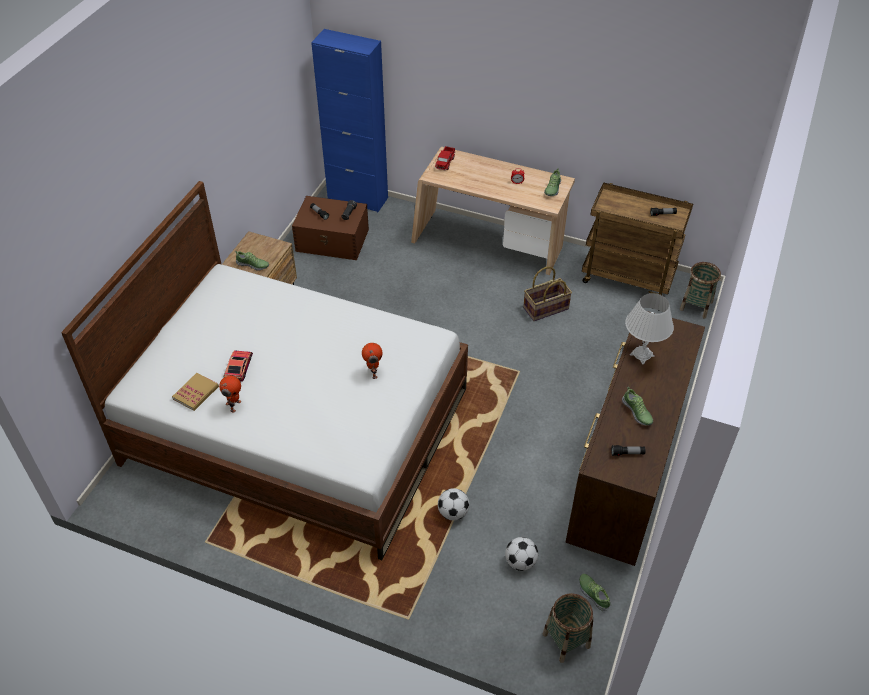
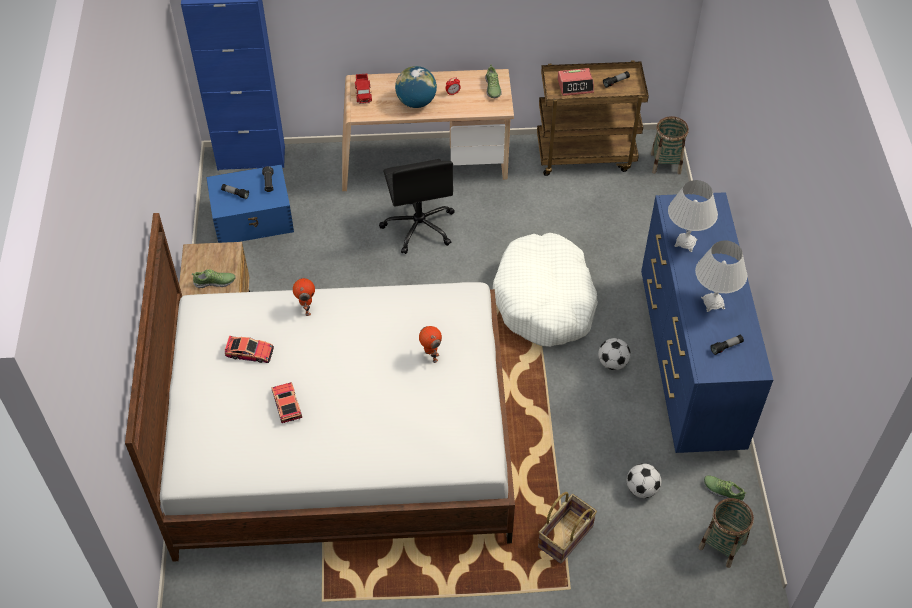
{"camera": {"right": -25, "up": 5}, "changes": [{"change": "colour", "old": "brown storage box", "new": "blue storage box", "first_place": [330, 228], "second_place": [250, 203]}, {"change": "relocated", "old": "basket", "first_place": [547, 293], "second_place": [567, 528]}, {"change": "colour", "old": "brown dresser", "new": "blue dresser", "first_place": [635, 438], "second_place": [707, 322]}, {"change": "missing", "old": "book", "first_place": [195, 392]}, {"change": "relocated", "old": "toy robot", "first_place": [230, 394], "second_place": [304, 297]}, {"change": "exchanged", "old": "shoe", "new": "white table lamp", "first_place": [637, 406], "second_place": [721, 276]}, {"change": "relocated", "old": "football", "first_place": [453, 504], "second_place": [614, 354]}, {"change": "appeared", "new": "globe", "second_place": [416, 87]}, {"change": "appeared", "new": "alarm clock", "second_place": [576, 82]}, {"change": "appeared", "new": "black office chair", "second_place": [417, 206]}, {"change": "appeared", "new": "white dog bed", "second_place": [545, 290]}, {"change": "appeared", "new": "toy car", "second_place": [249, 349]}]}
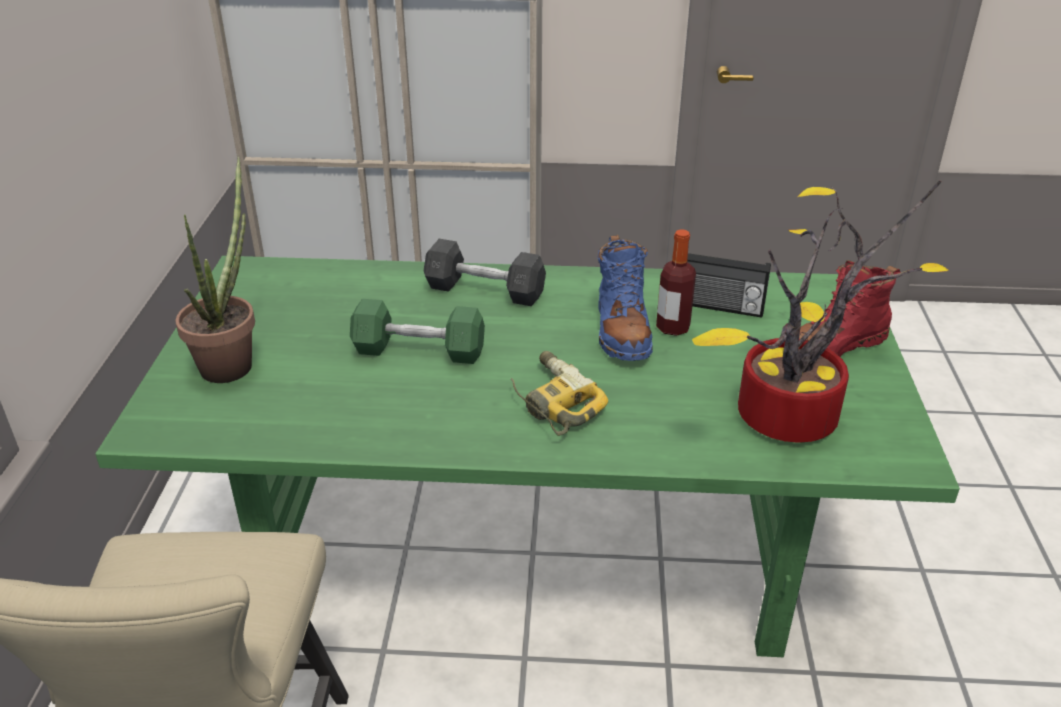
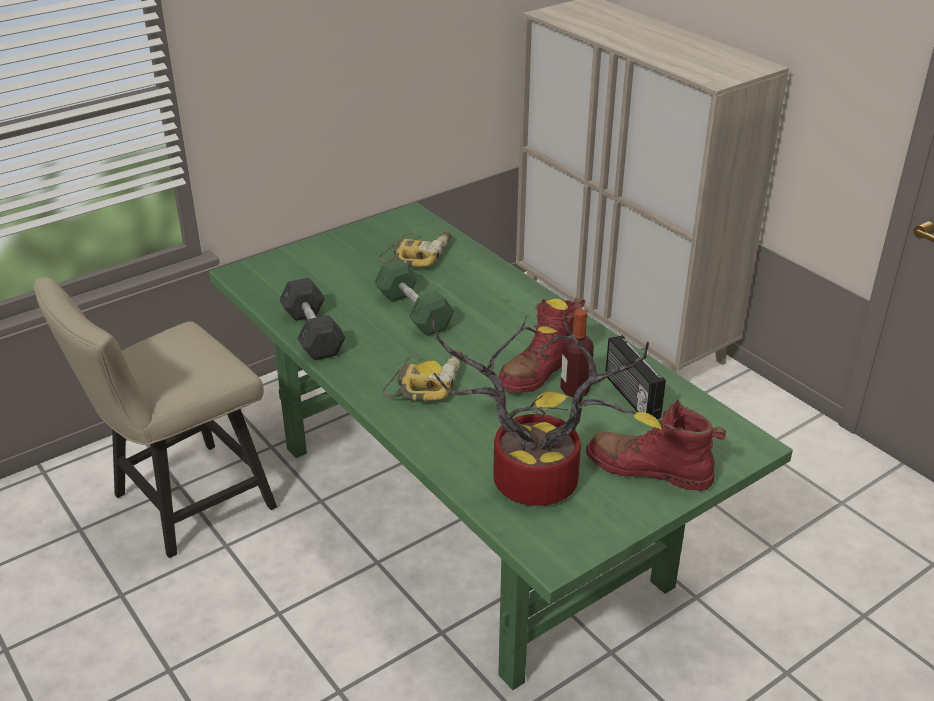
{"camera": {"right": 50, "up": 0}, "changes": [{"change": "missing", "old": "potted plant", "first_place": [215, 270]}, {"change": "colour", "old": "blue boot", "new": "red boot", "first_place": [625, 297], "second_place": [541, 345]}, {"change": "relocated", "old": "grey dumbbell", "first_place": [485, 272], "second_place": [312, 319]}, {"change": "appeared", "new": "power drill", "second_place": [415, 249]}]}
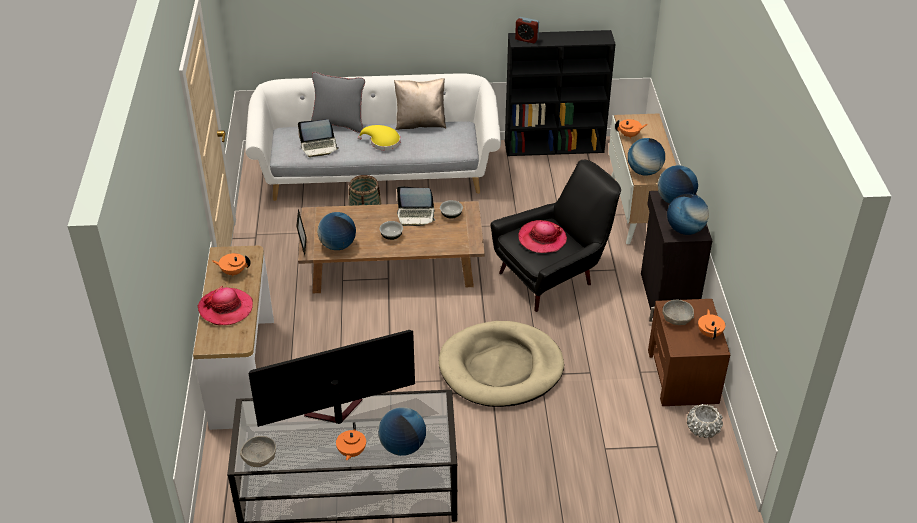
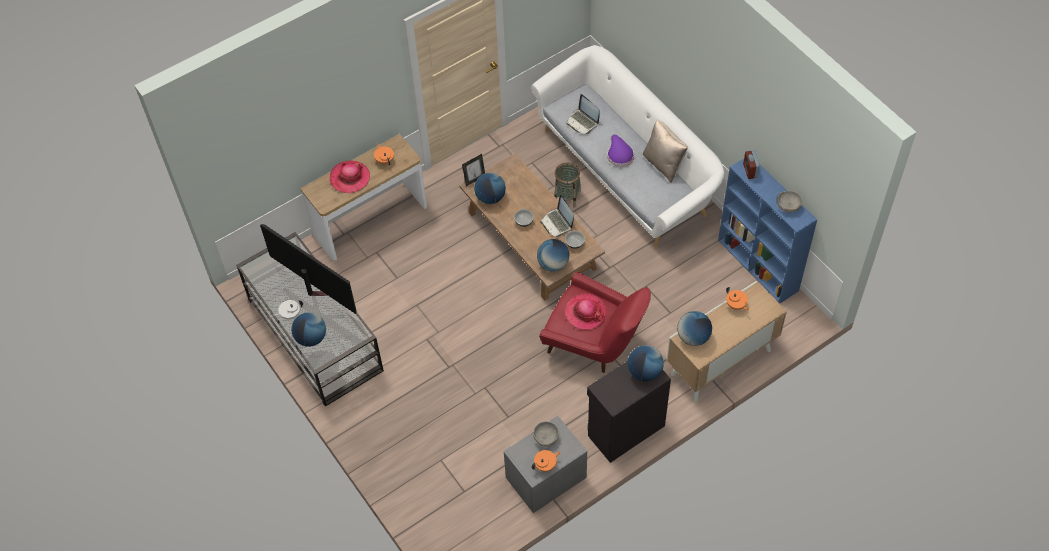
{"camera": {"right": 60, "up": 15}, "changes": [{"change": "colour", "old": "black bookcase", "new": "blue bookcase", "first_place": [560, 93], "second_place": [767, 230]}, {"change": "missing", "old": "grey pillow", "first_place": [338, 102]}, {"change": "colour", "old": "yellow hat", "new": "purple hat", "first_place": [379, 137], "second_place": [620, 151]}, {"change": "colour", "old": "black armchair", "new": "red armchair", "first_place": [555, 236], "second_place": [595, 322]}, {"change": "relocated", "old": "globe", "first_place": [688, 214], "second_place": [553, 255]}, {"change": "colour", "old": "brown nightstand", "new": "grey nightstand", "first_place": [689, 352], "second_place": [545, 464]}, {"change": "missing", "old": "beige dog bed", "first_place": [501, 364]}, {"change": "missing", "old": "white planter", "first_place": [705, 421]}, {"change": "colour", "old": "orange teapot", "new": "white teapot", "first_place": [351, 441], "second_place": [288, 310]}, {"change": "relocated", "old": "grey bowl", "first_place": [258, 451], "second_place": [790, 201]}]}
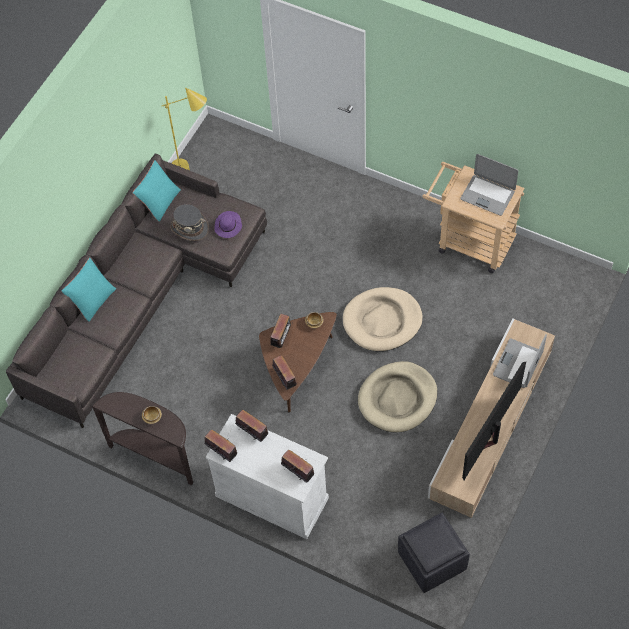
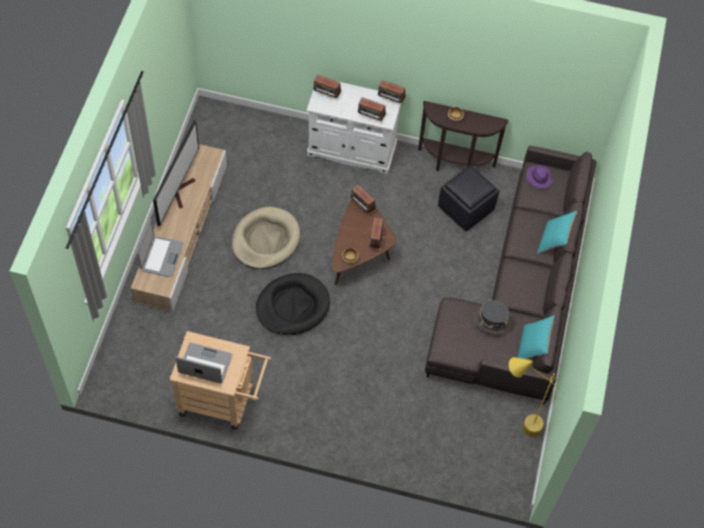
{"camera": {"right": 160, "up": 0}, "changes": [{"change": "relocated", "old": "purple hat", "first_place": [228, 224], "second_place": [539, 177]}, {"change": "colour", "old": "beige dog bed", "new": "black dog bed", "first_place": [383, 319], "second_place": [293, 304]}, {"change": "relocated", "old": "black ottoman", "first_place": [434, 552], "second_place": [468, 198]}]}
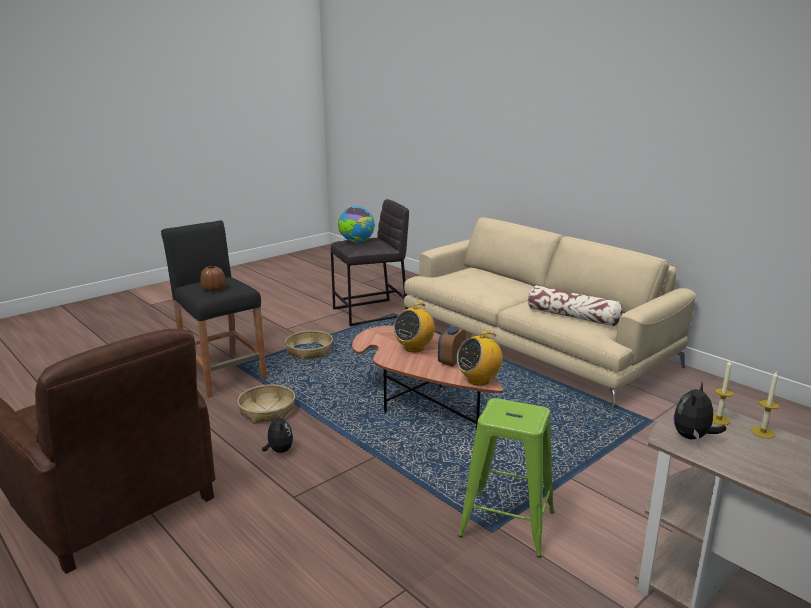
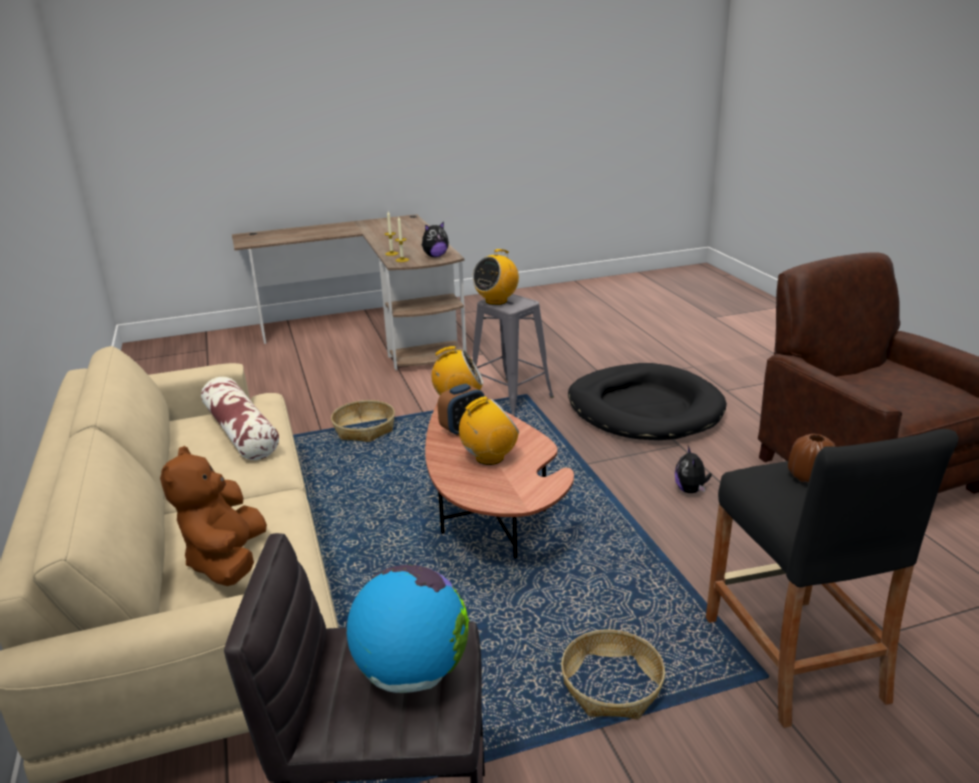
{"camera": {"right": -155, "up": 5}, "changes": [{"change": "relocated", "old": "basket", "first_place": [266, 404], "second_place": [363, 421]}, {"change": "colour", "old": "green stool", "new": "grey stool", "first_place": [506, 478], "second_place": [513, 355]}, {"change": "appeared", "new": "radio", "second_place": [495, 277]}, {"change": "appeared", "new": "black dog bed", "second_place": [647, 401]}, {"change": "appeared", "new": "brown plush toy", "second_place": [213, 516]}]}
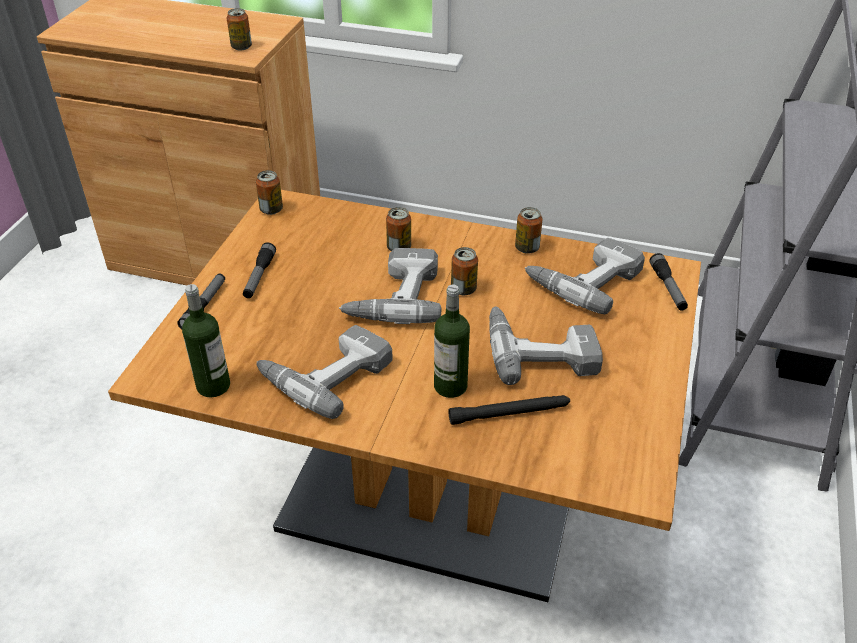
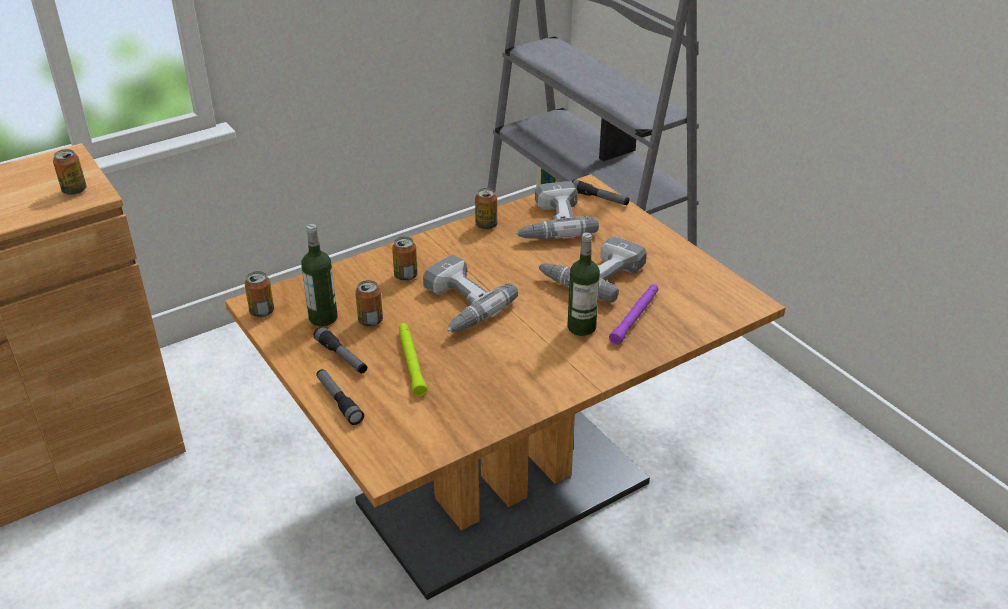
{"camera": {"right": -50, "up": -5}, "changes": [{"change": "relocated", "old": "can", "first_place": [464, 271], "second_place": [369, 303]}, {"change": "relocated", "old": "bottle", "first_place": [206, 341], "second_place": [319, 275]}, {"change": "missing", "old": "power drill", "first_place": [324, 372]}, {"change": "colour", "old": "black flashlight", "new": "purple flashlight", "first_place": [509, 410], "second_place": [633, 314]}, {"change": "appeared", "new": "green flashlight", "second_place": [413, 359]}]}
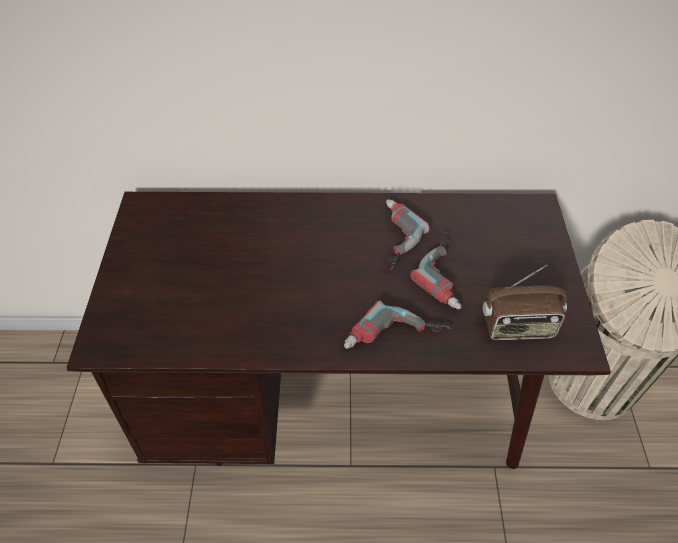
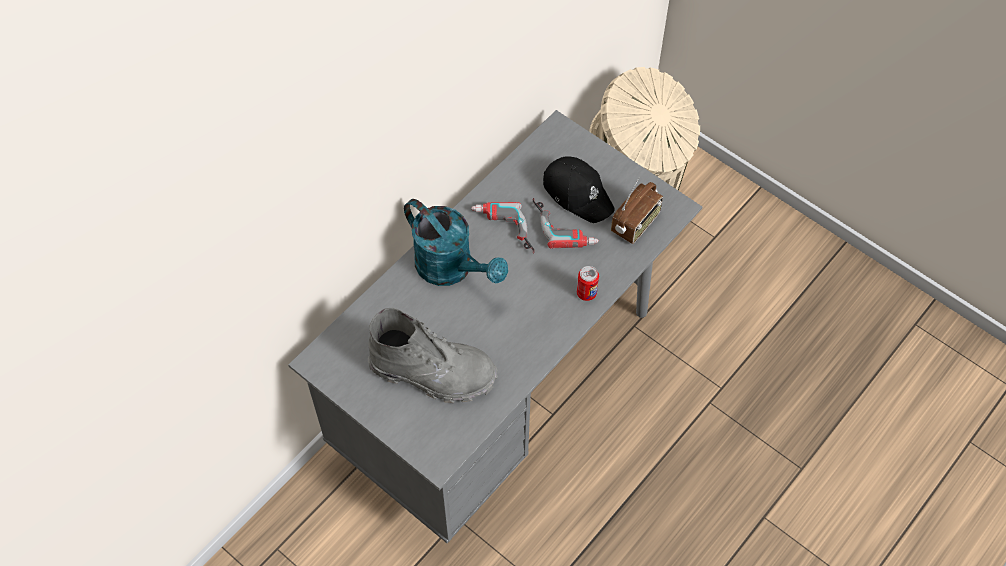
{"camera": {"right": -50, "up": 10}, "changes": [{"change": "colour", "old": "brown desk", "new": "grey desk", "first_place": [338, 330], "second_place": [495, 326]}, {"change": "exchanged", "old": "power drill", "new": "can", "first_place": [397, 324], "second_place": [588, 283]}, {"change": "appeared", "new": "black cap", "second_place": [579, 189]}, {"change": "appeared", "new": "turquoise watering can", "second_place": [456, 242]}, {"change": "appeared", "new": "grey boot", "second_place": [432, 355]}]}
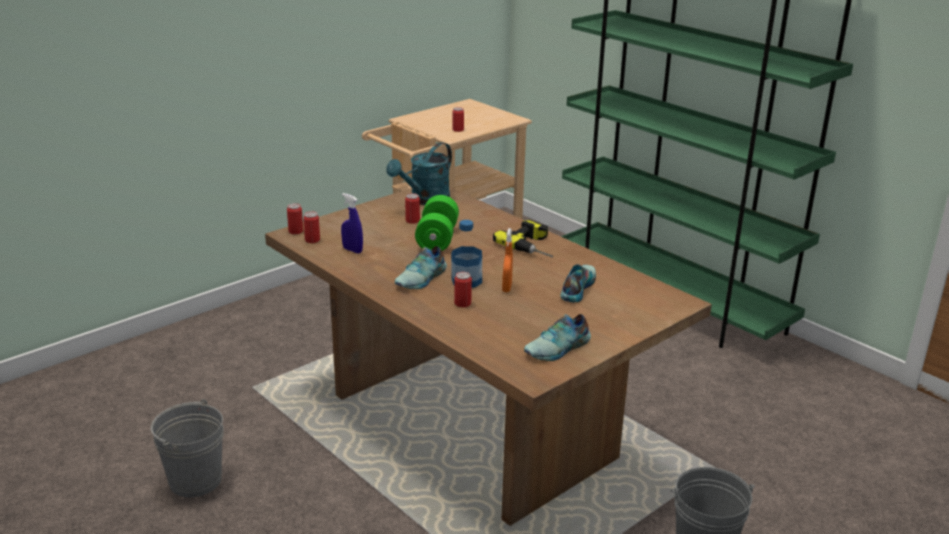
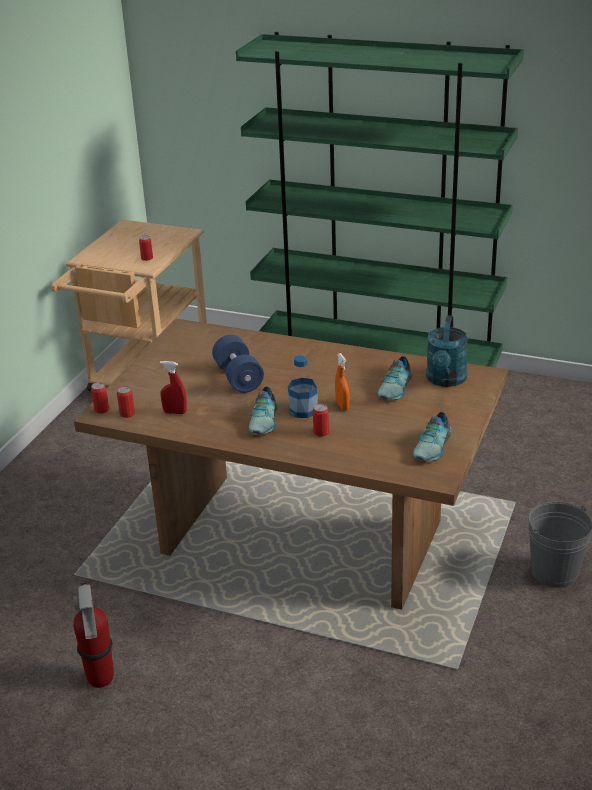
{"camera": {"right": -25, "up": 5}, "changes": [{"change": "relocated", "old": "turquoise watering can", "first_place": [419, 173], "second_place": [447, 351]}, {"change": "colour", "old": "blue spray bottle", "new": "red spray bottle", "first_place": [352, 223], "second_place": [173, 387]}, {"change": "missing", "old": "can", "first_place": [412, 208]}, {"change": "colour", "old": "green dumbbell", "new": "blue dumbbell", "first_place": [437, 223], "second_place": [238, 364]}, {"change": "missing", "old": "power drill", "first_place": [523, 239]}, {"change": "spun", "old": "shoe", "first_place": [578, 283], "second_place": [394, 378], "degrees": -150}, {"change": "exchanged", "old": "grey bucket", "new": "fire extinguisher", "first_place": [187, 448], "second_place": [93, 635]}]}
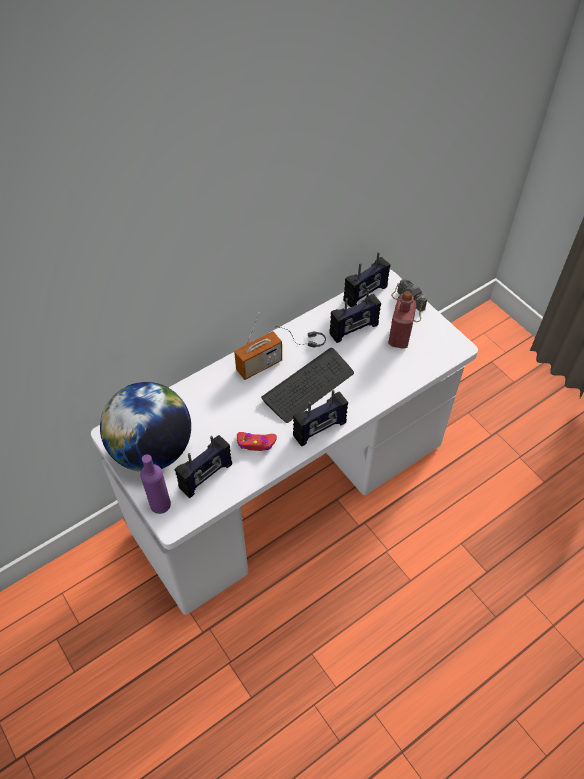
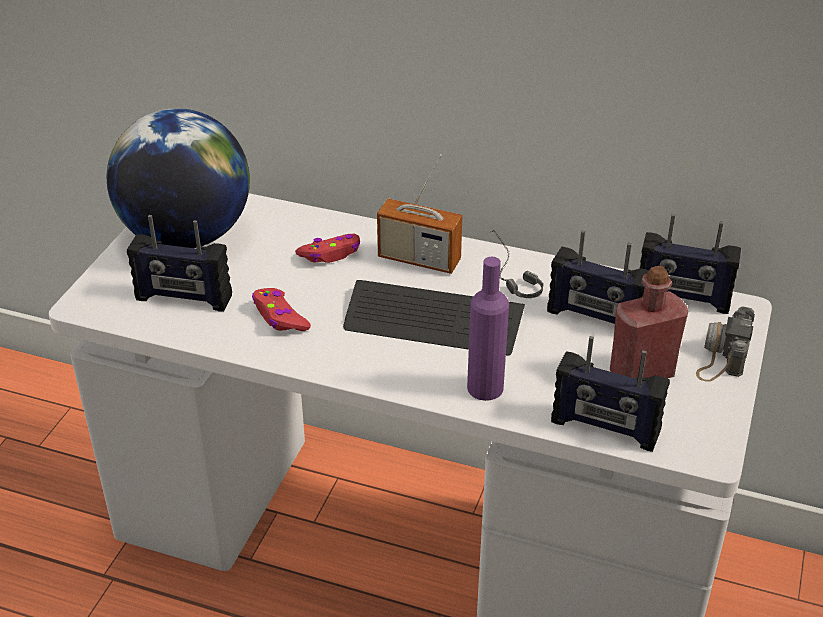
{"camera": {"right": 55, "up": -15}, "changes": [{"change": "relocated", "old": "radio", "first_place": [320, 418], "second_place": [610, 394]}, {"change": "relocated", "old": "purple bottle", "first_place": [155, 484], "second_place": [488, 329]}, {"change": "appeared", "new": "red game controller", "second_place": [327, 248]}]}
